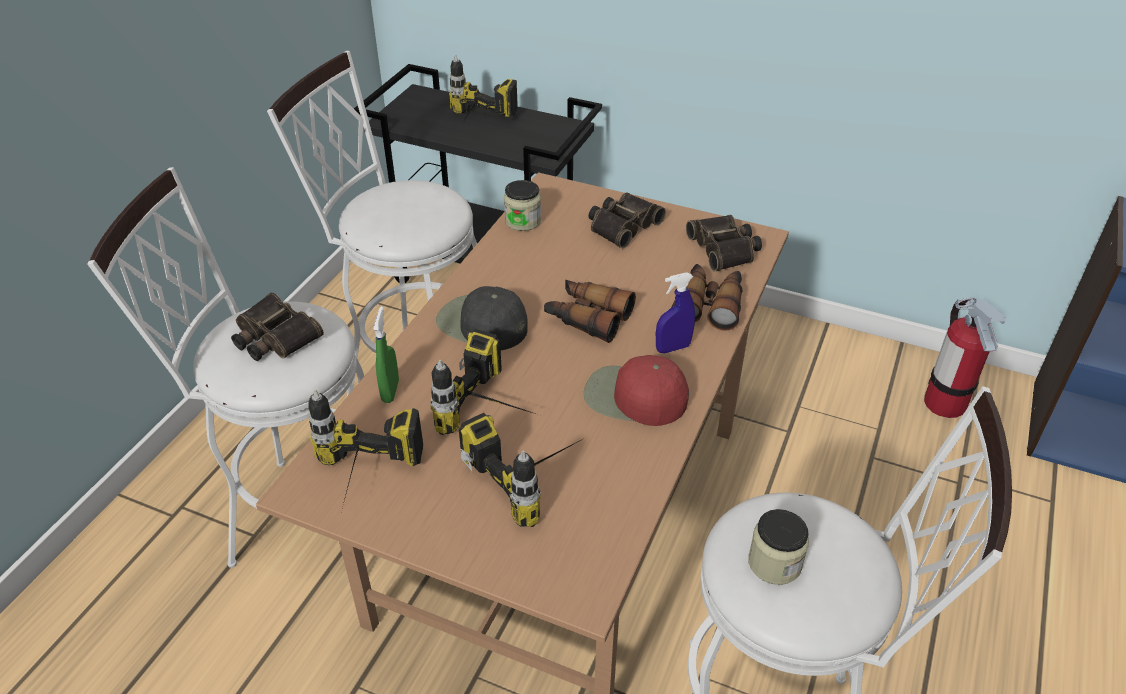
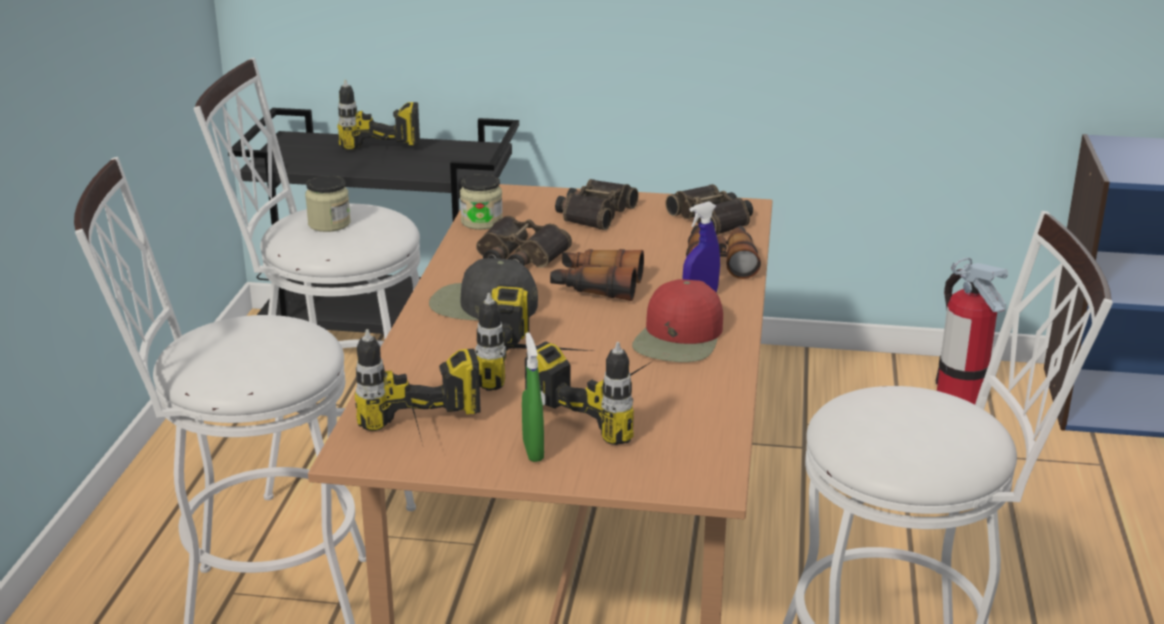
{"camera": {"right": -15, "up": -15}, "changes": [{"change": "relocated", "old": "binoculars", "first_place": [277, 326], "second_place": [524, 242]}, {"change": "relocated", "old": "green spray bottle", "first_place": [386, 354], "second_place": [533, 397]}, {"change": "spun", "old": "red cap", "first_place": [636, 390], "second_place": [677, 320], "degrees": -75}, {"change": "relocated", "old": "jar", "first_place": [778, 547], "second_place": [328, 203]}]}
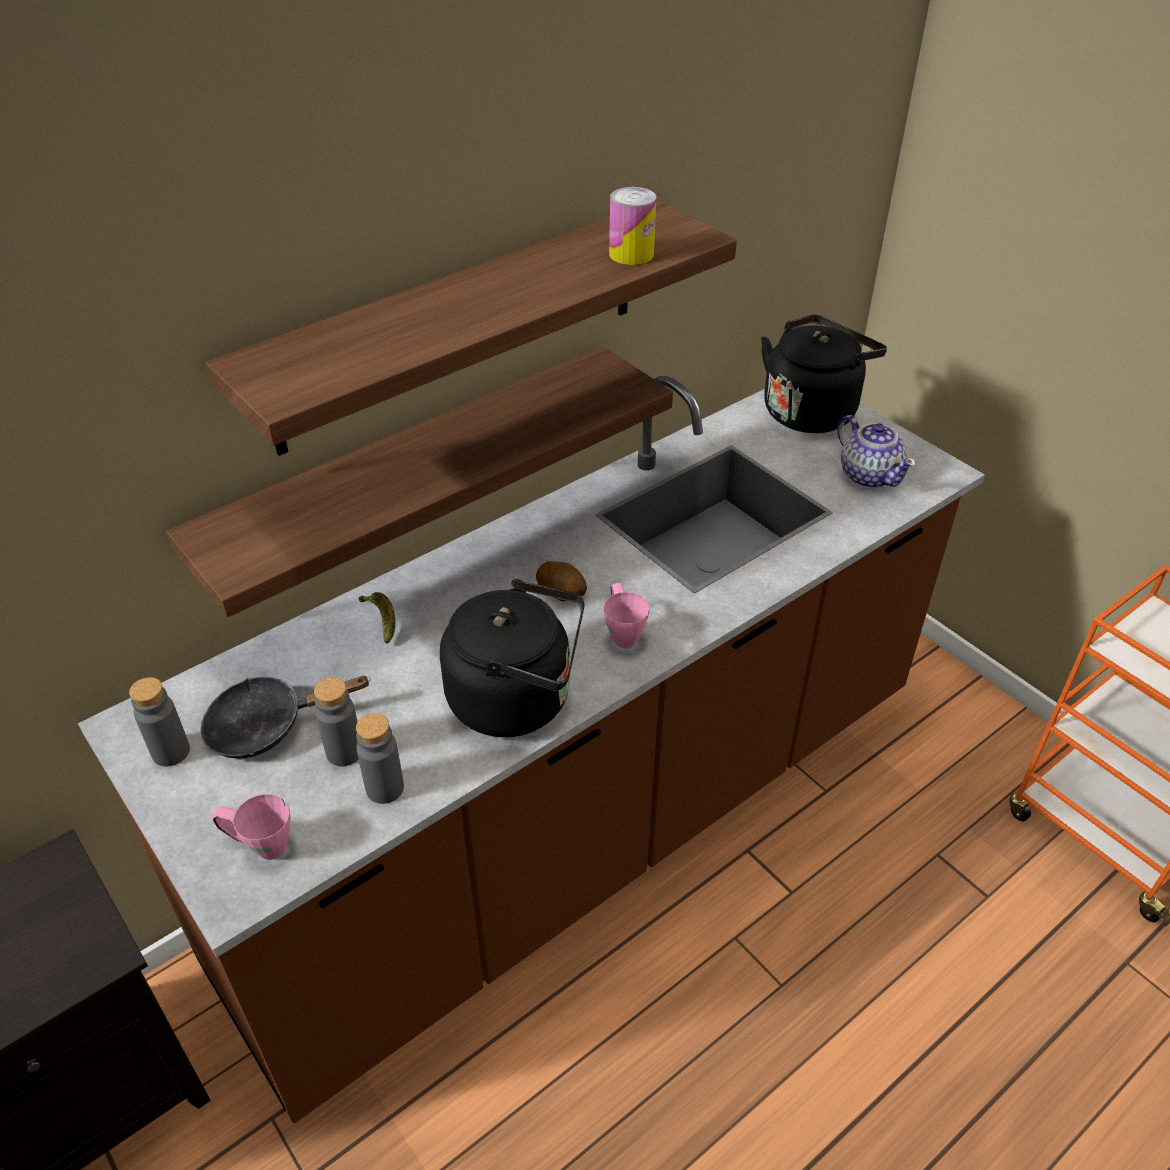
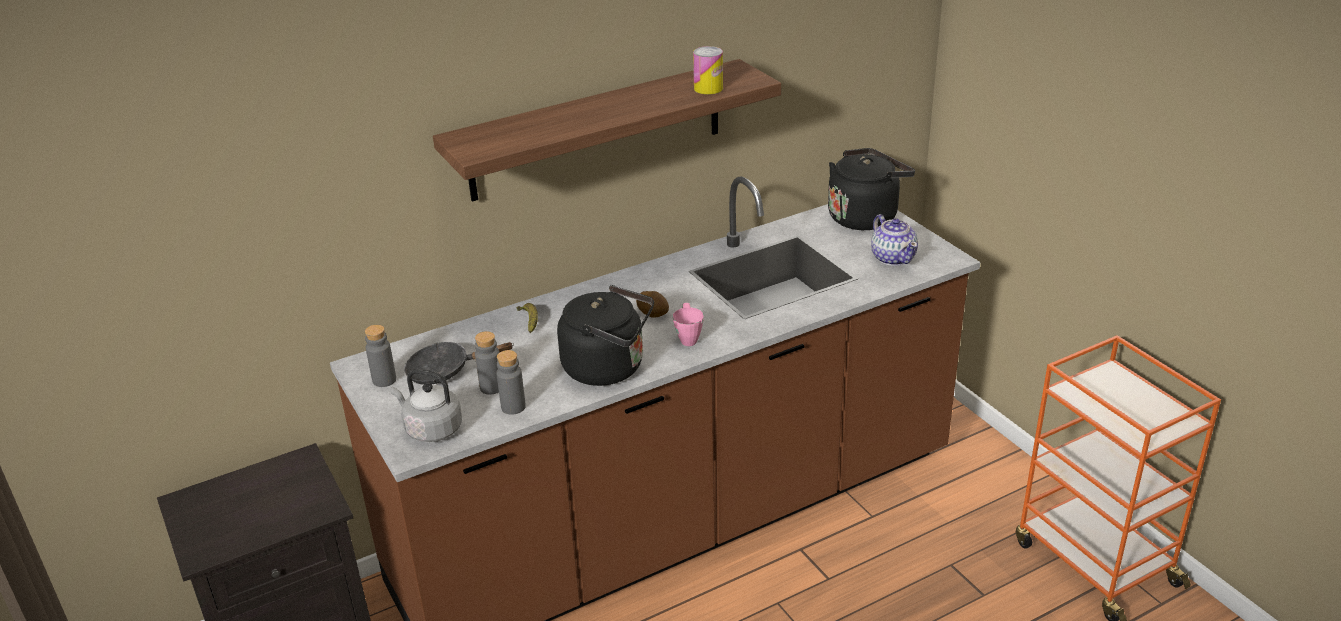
{"camera": {"right": 10, "up": -10}, "changes": [{"change": "missing", "old": "shelf", "first_place": [419, 481]}, {"change": "exchanged", "old": "pink mug", "new": "grey kettle", "first_place": [251, 827], "second_place": [426, 405]}]}
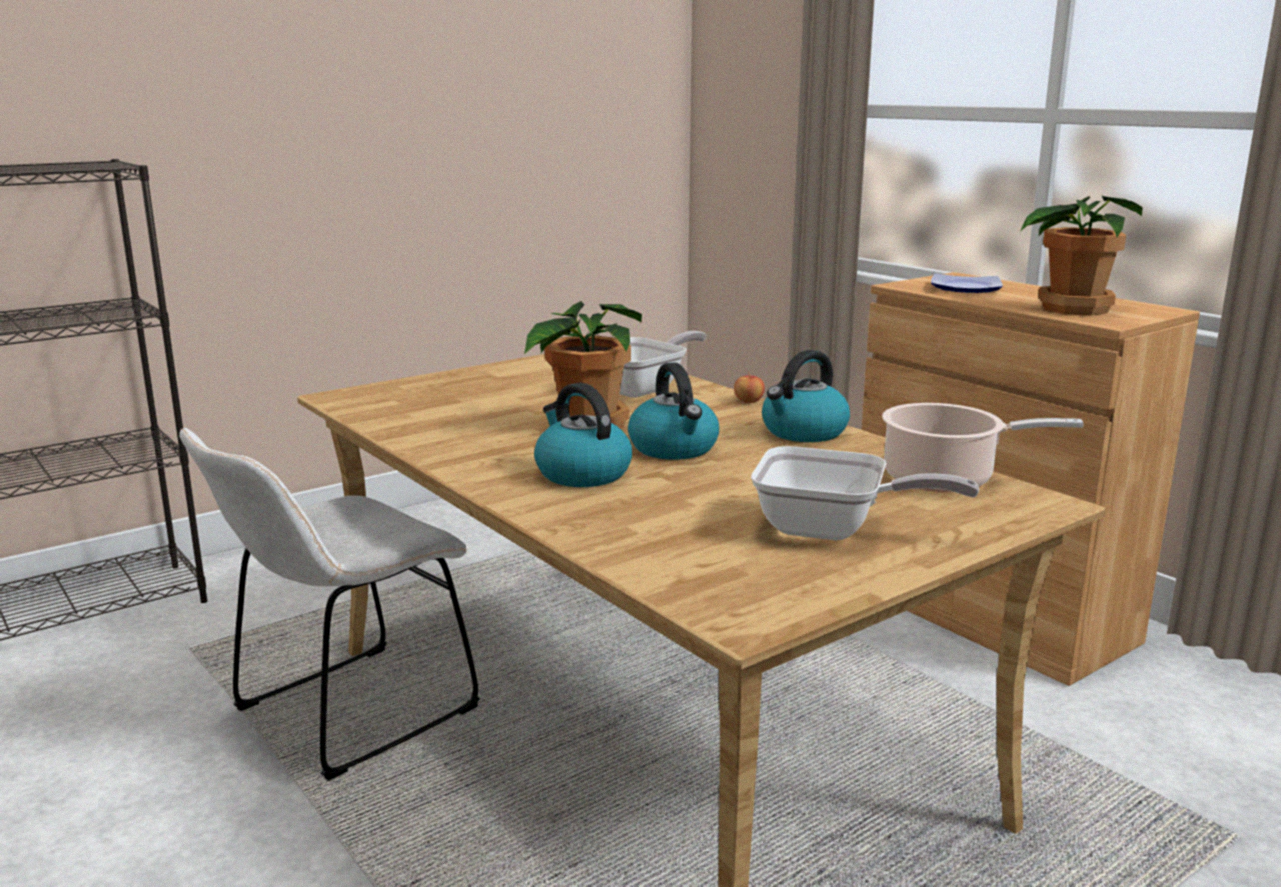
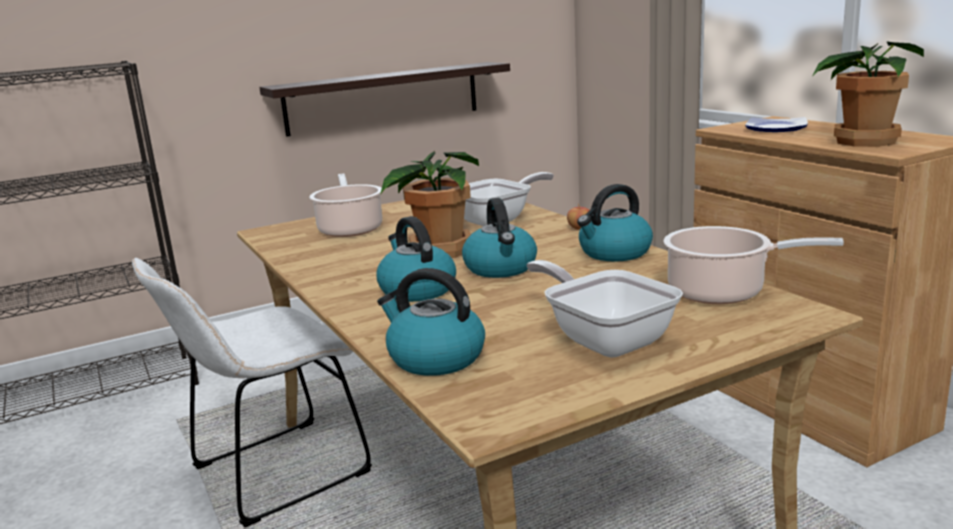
{"camera": {"right": 10, "up": 0}, "changes": [{"change": "spun", "old": "frying pan", "first_place": [865, 493], "second_place": [604, 309], "degrees": -150}, {"change": "appeared", "new": "shelf", "second_place": [384, 99]}, {"change": "appeared", "new": "cooking pot", "second_place": [345, 205]}, {"change": "appeared", "new": "kettle", "second_place": [431, 322]}]}
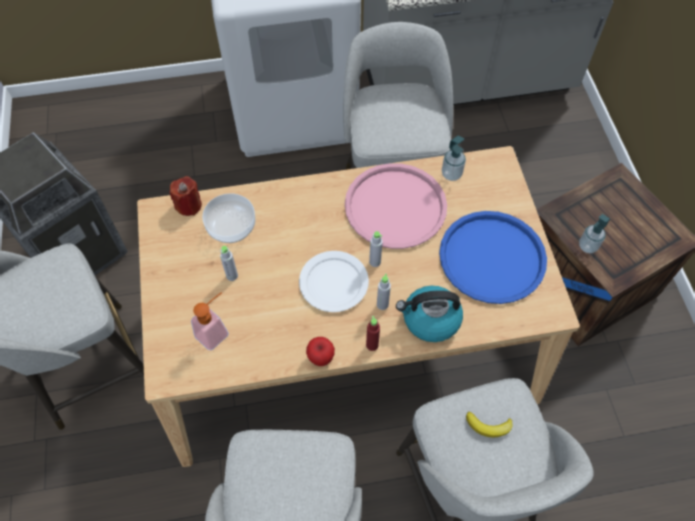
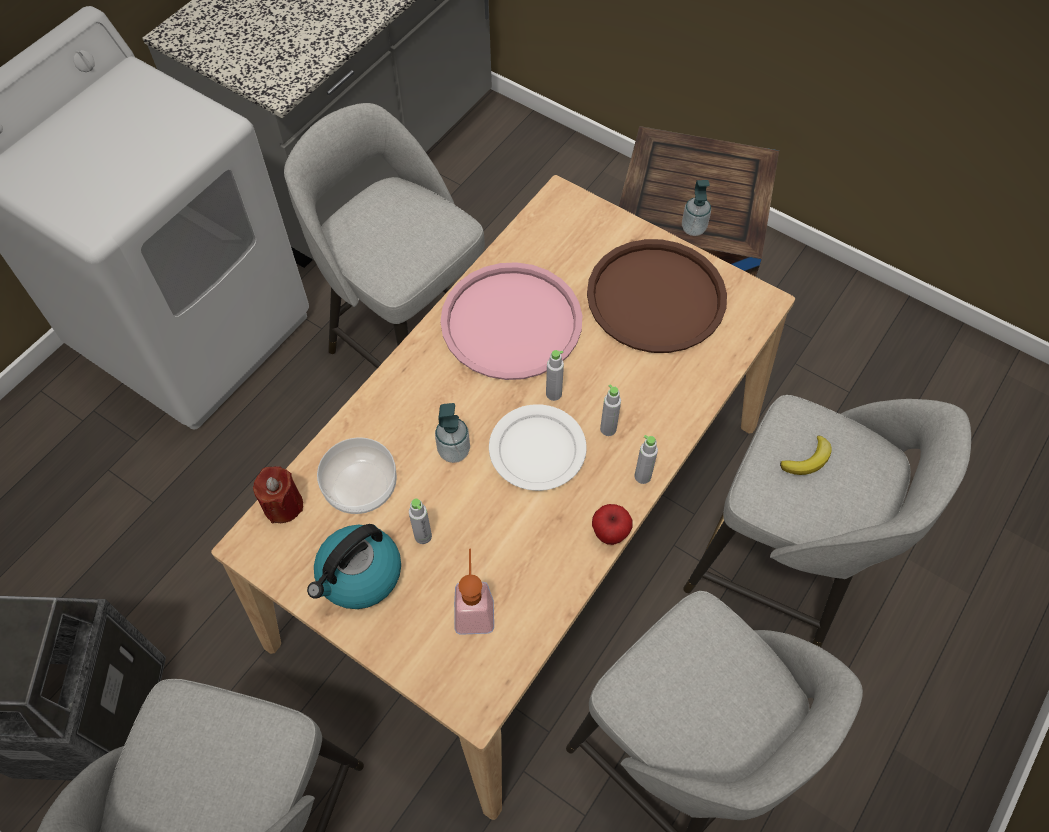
{"camera": {"right": -45, "up": 0}, "changes": [{"change": "relocated", "old": "soap dispenser", "first_place": [454, 158], "second_place": [452, 433]}, {"change": "colour", "old": "blue tray", "new": "brown tray", "first_place": [493, 257], "second_place": [657, 296]}, {"change": "relocated", "old": "kettle", "first_place": [429, 314], "second_place": [354, 566]}, {"change": "colour", "old": "red bottle", "new": "grey bottle", "first_place": [373, 333], "second_place": [646, 459]}]}
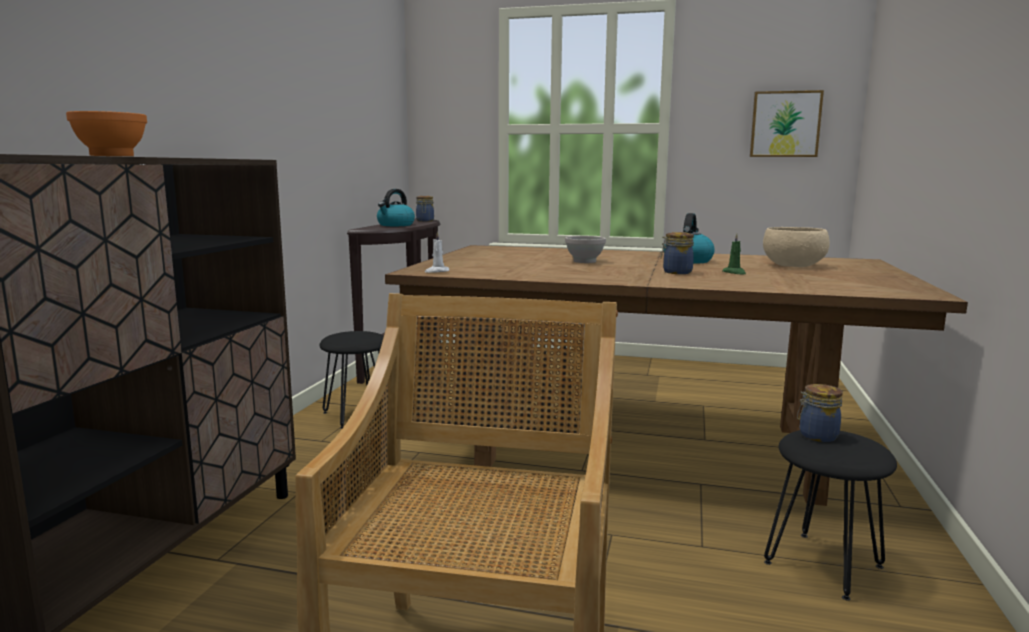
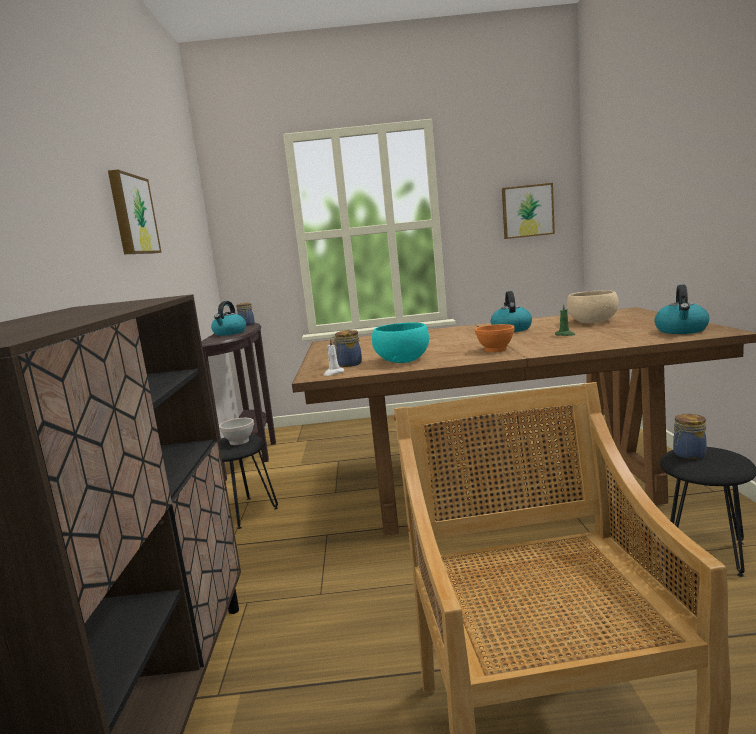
{"camera": {"right": -15, "up": 0}, "changes": [{"change": "relocated", "old": "orange bowl", "first_place": [106, 133], "second_place": [495, 338]}, {"change": "relocated", "old": "jar", "first_place": [677, 253], "second_place": [347, 348]}, {"change": "relocated", "old": "white bowl", "first_place": [585, 249], "second_place": [236, 431]}, {"change": "appeared", "new": "picture", "second_place": [135, 212]}, {"change": "appeared", "new": "kettle", "second_place": [681, 309]}, {"change": "appeared", "new": "turquoise bowl", "second_place": [400, 342]}]}
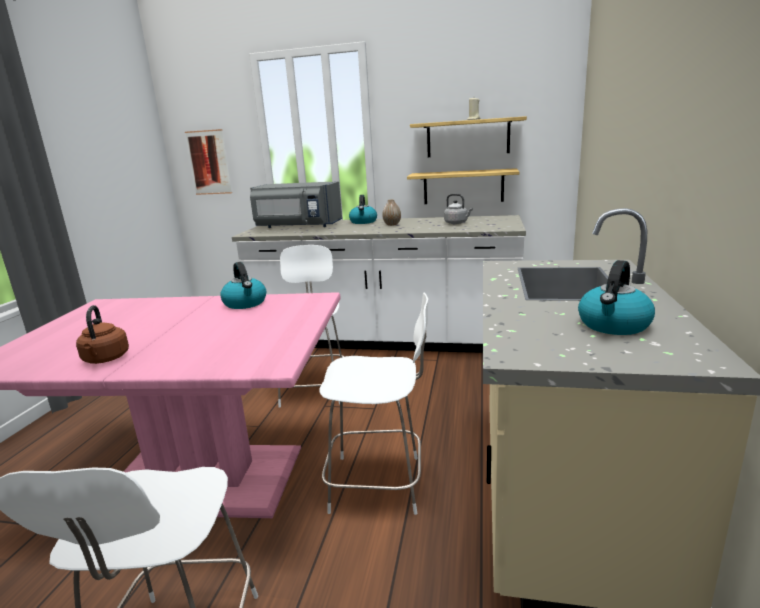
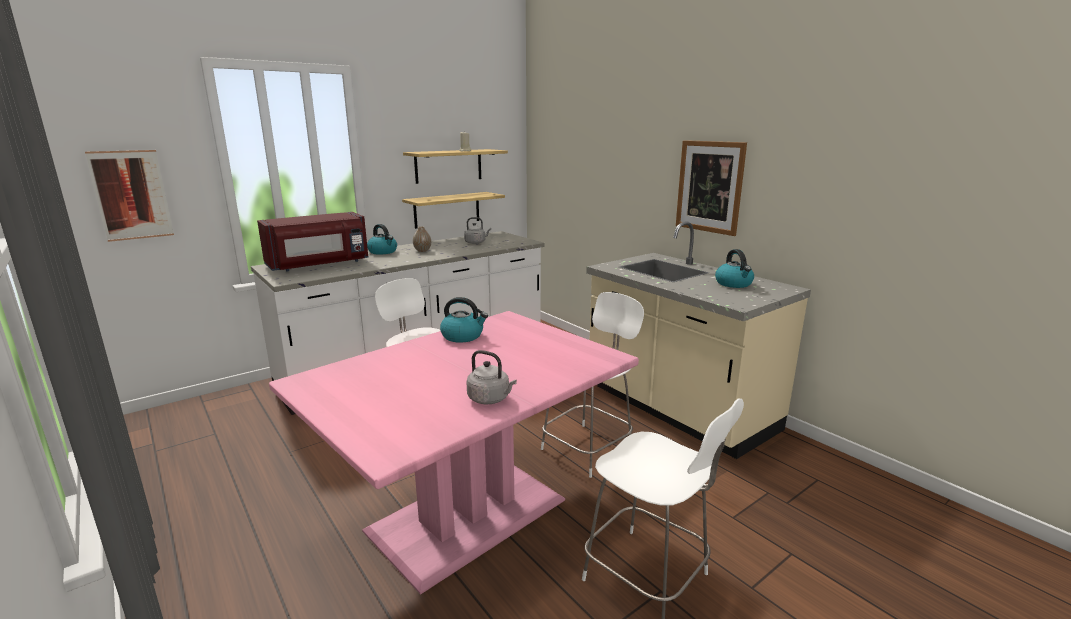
{"camera": {"right": -50, "up": 0}, "changes": [{"change": "colour", "old": "grey microwave", "new": "red microwave", "first_place": [296, 204], "second_place": [312, 242]}, {"change": "colour", "old": "brown kettle", "new": "grey kettle", "first_place": [102, 334], "second_place": [491, 377]}, {"change": "appeared", "new": "picture", "second_place": [711, 188]}]}
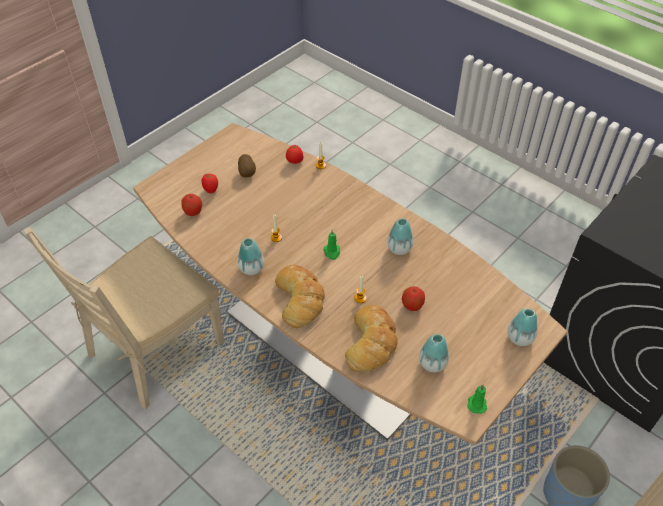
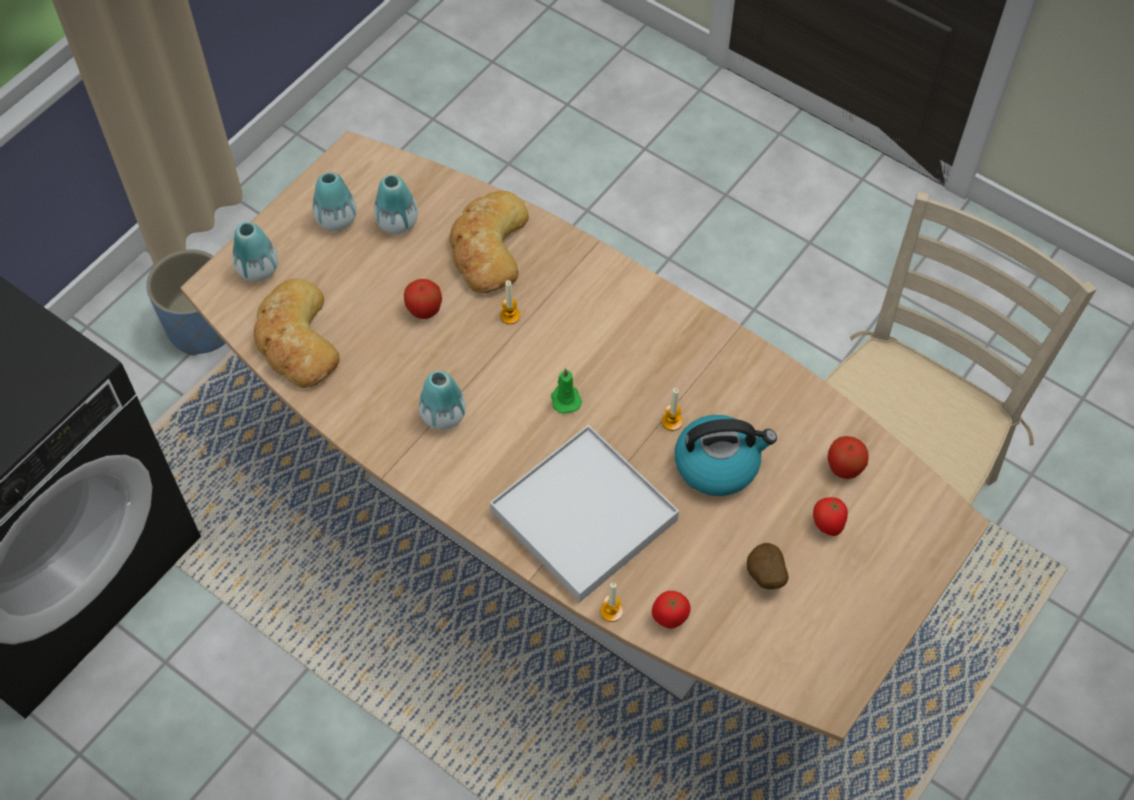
{"camera": {"right": 175, "up": 10}, "changes": [{"change": "relocated", "old": "vase", "first_place": [251, 256], "second_place": [334, 201]}, {"change": "relocated", "old": "bread", "first_place": [300, 296], "second_place": [297, 333]}, {"change": "missing", "old": "green candle", "first_place": [477, 399]}, {"change": "appeared", "new": "kettle", "second_place": [726, 455]}, {"change": "appeared", "new": "white tray", "second_place": [584, 513]}]}
